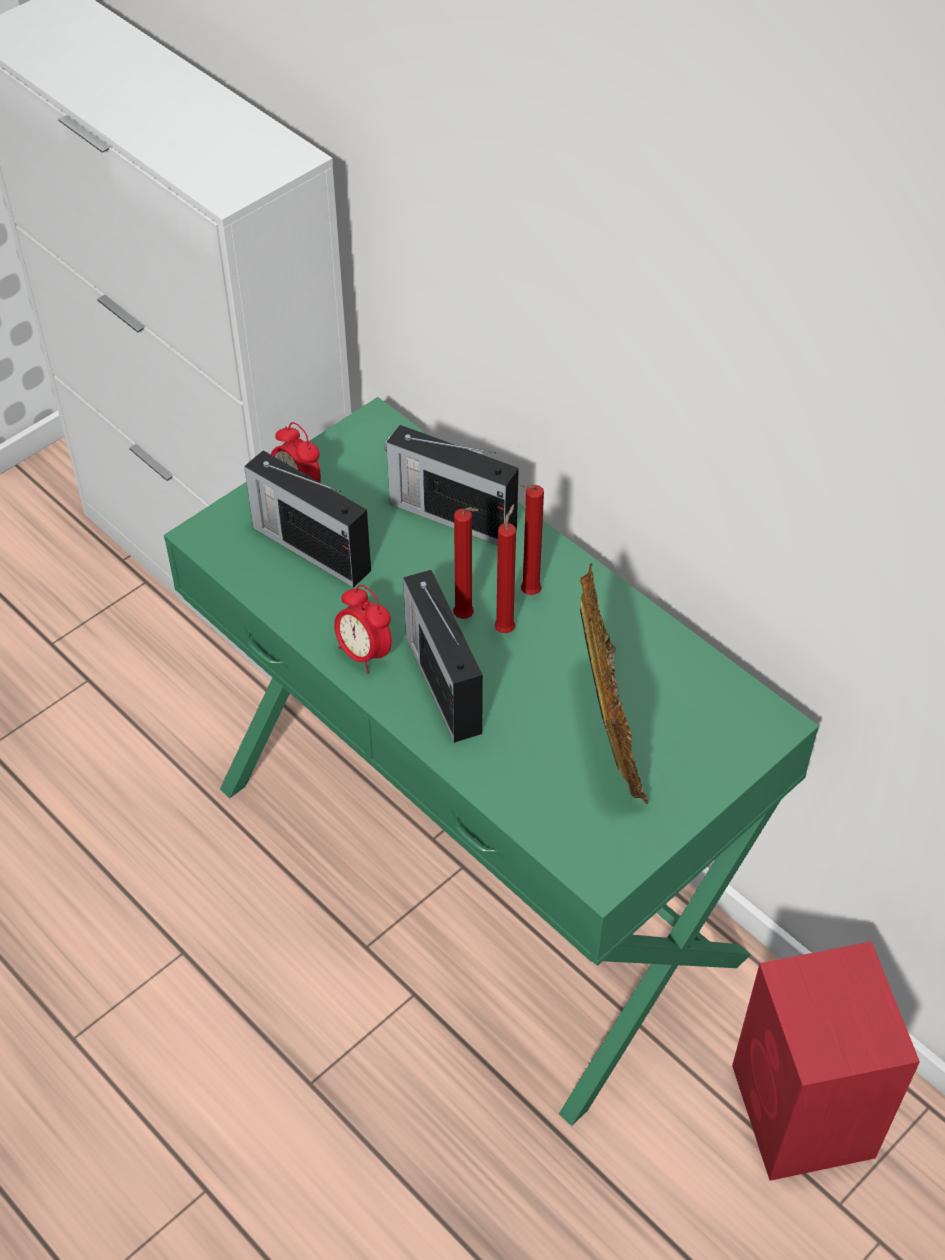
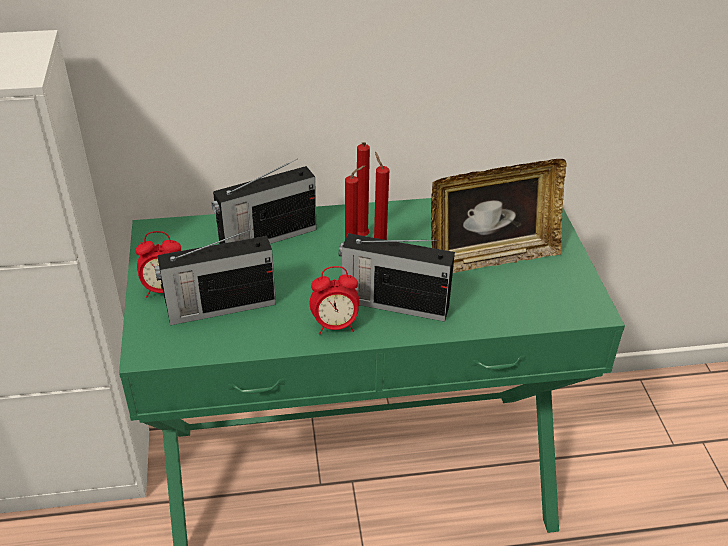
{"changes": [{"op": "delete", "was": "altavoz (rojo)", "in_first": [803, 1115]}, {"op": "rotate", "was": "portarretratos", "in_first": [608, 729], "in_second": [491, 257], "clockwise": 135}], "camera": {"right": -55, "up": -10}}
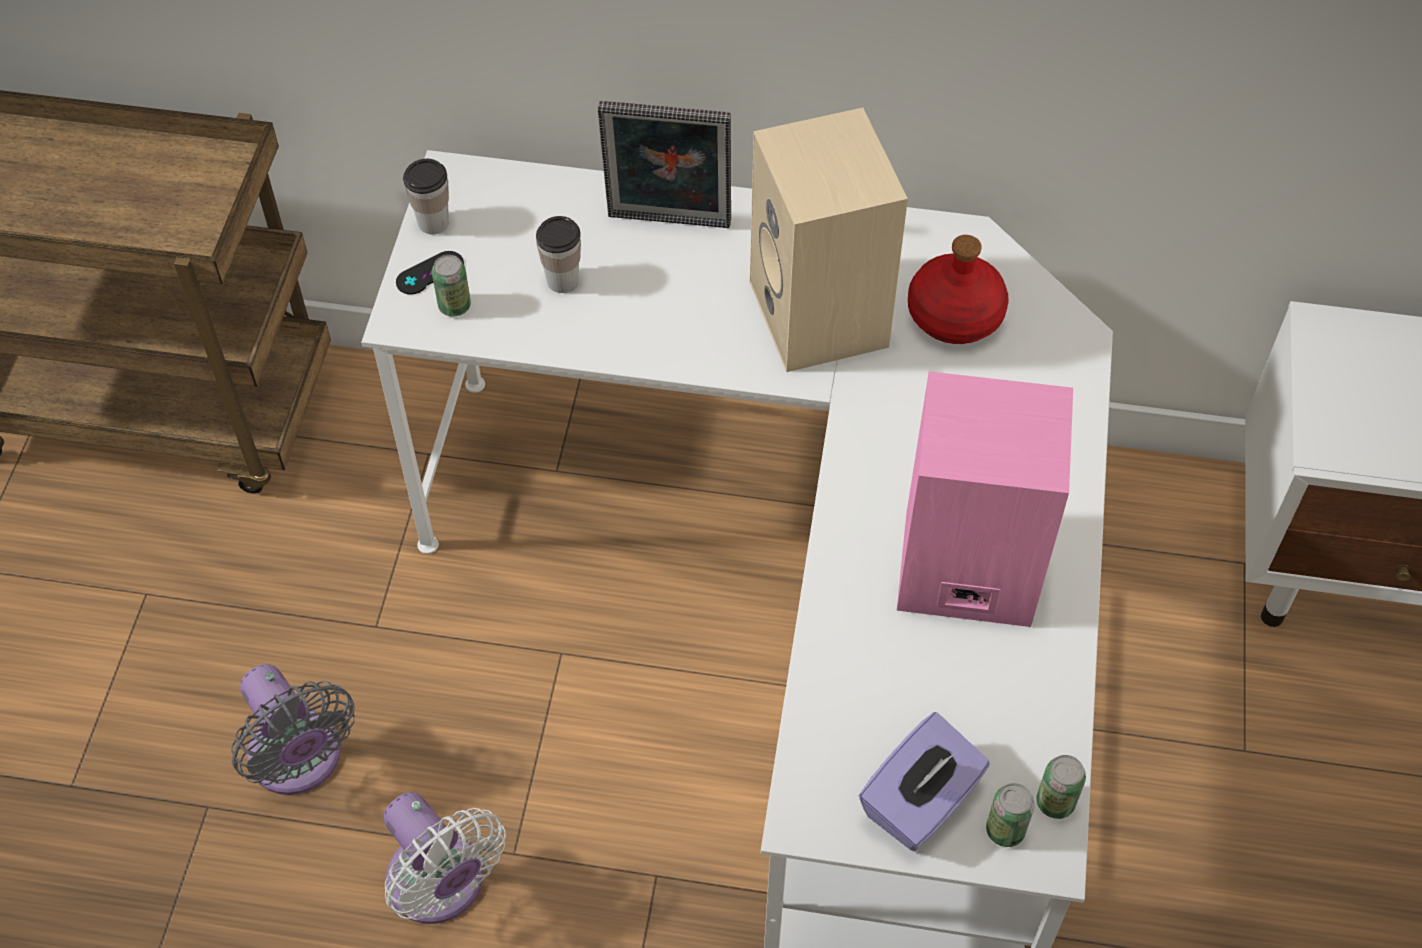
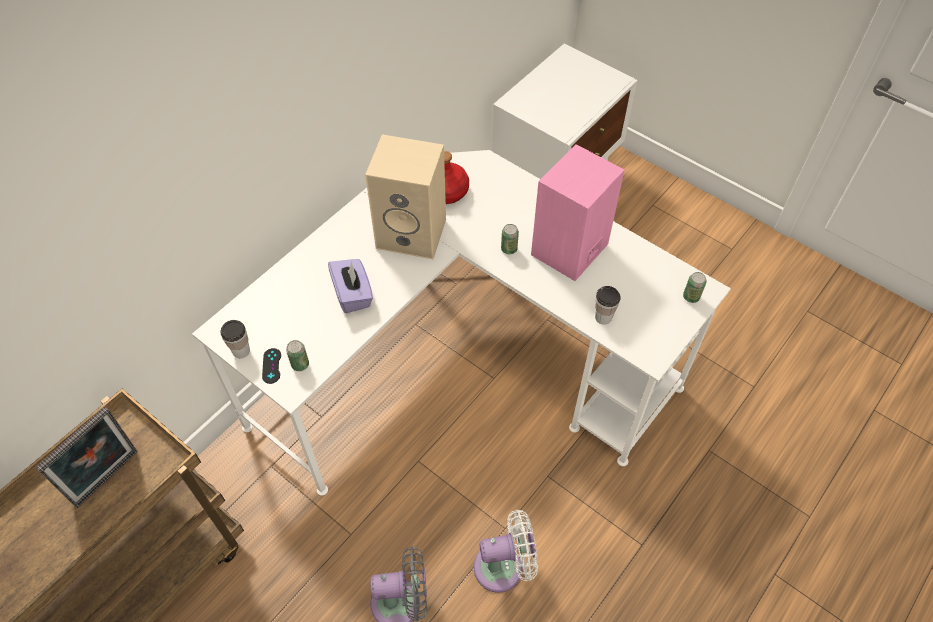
{"changes": [{"op": "move", "was": "taza", "in_first": [562, 281], "in_second": [603, 317]}, {"op": "move", "was": "portarretratos", "in_first": [668, 224], "in_second": [109, 480]}, {"op": "move", "was": "caja de pañuelos (morado)", "in_first": [920, 802], "in_second": [353, 294]}, {"op": "move", "was": "lata", "in_first": [1055, 802], "in_second": [509, 249]}], "camera": {"right": -60, "up": 0}}
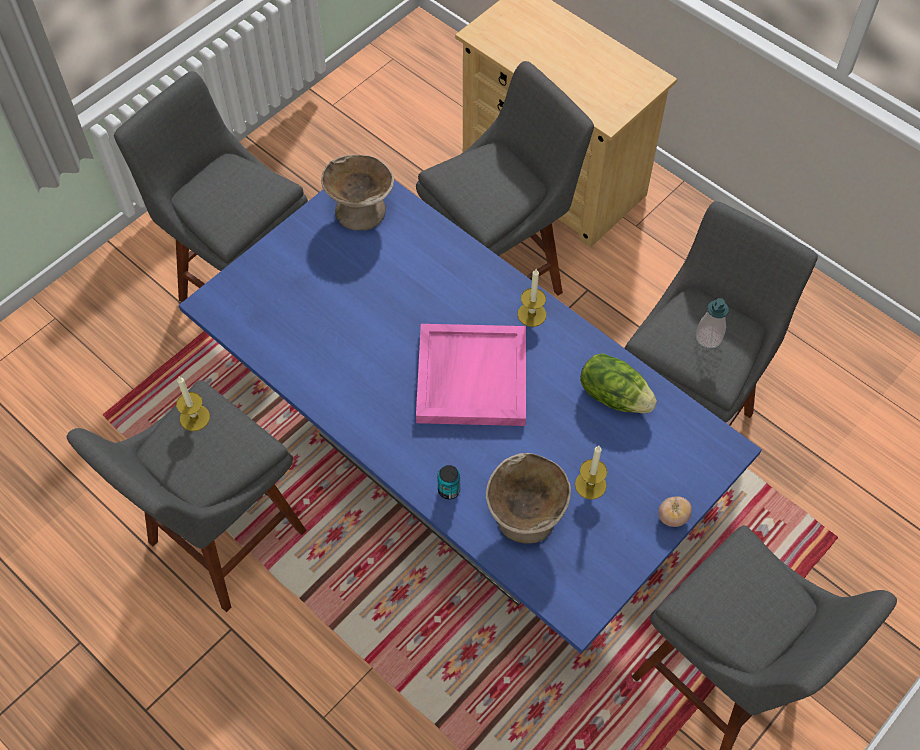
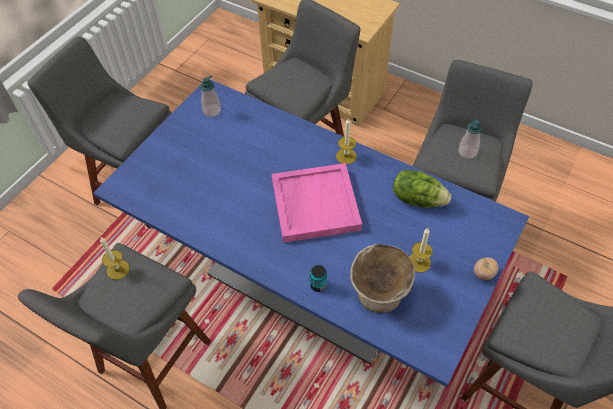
{"changes": [{"op": "replace", "was": "cuenco (beis)", "now": "dispensador de jabón", "in_first": [360, 211], "in_second": [212, 111]}], "camera": {"right": -10, "up": -5}}
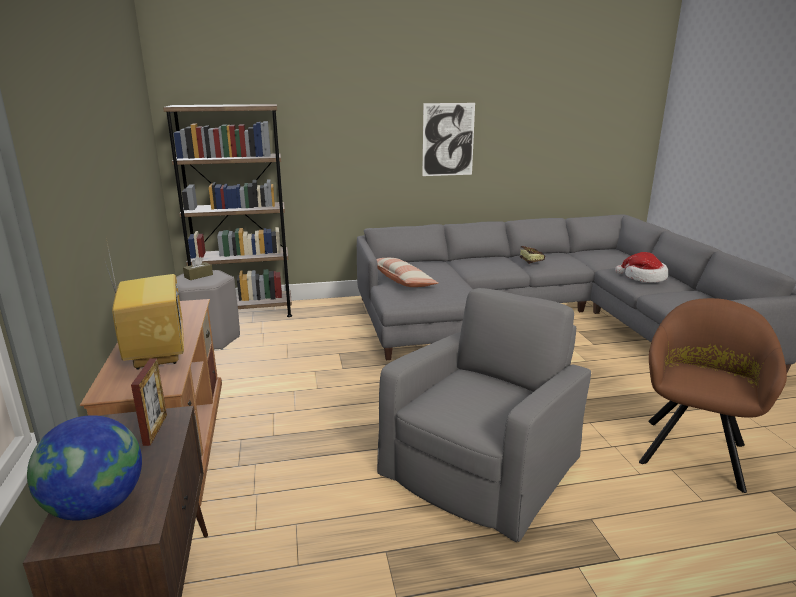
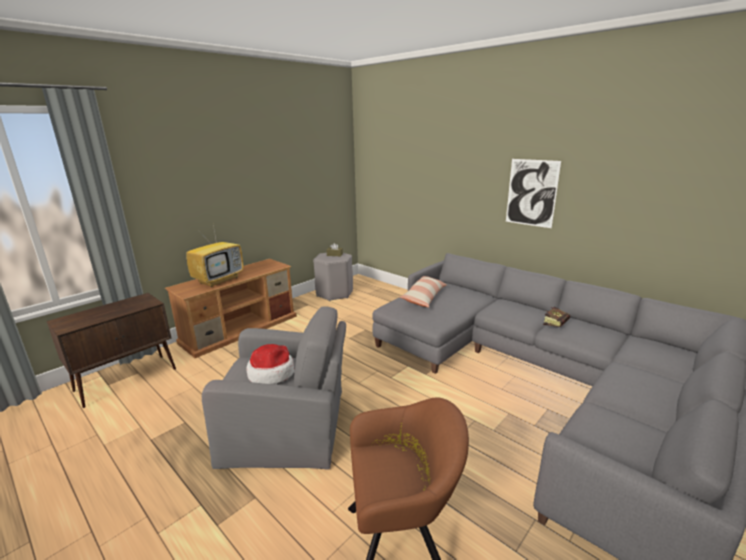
{"changes": [{"op": "delete", "was": "globo terráqueo", "in_first": [96, 506]}, {"op": "delete", "was": "portarretratos", "in_first": [155, 429]}, {"op": "delete", "was": "estantería (marrón)", "in_first": [245, 312]}, {"op": "move", "was": "sombrero", "in_first": [643, 277], "in_second": [271, 373]}], "camera": {"right": 55, "up": 0}}
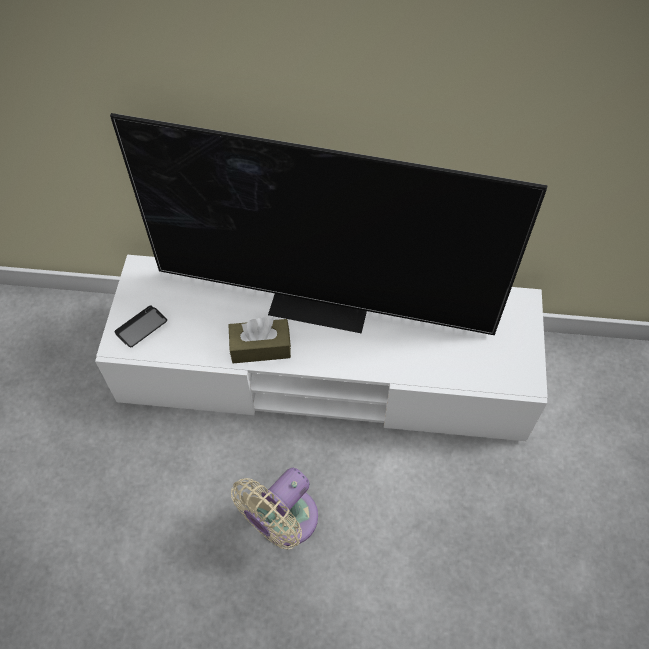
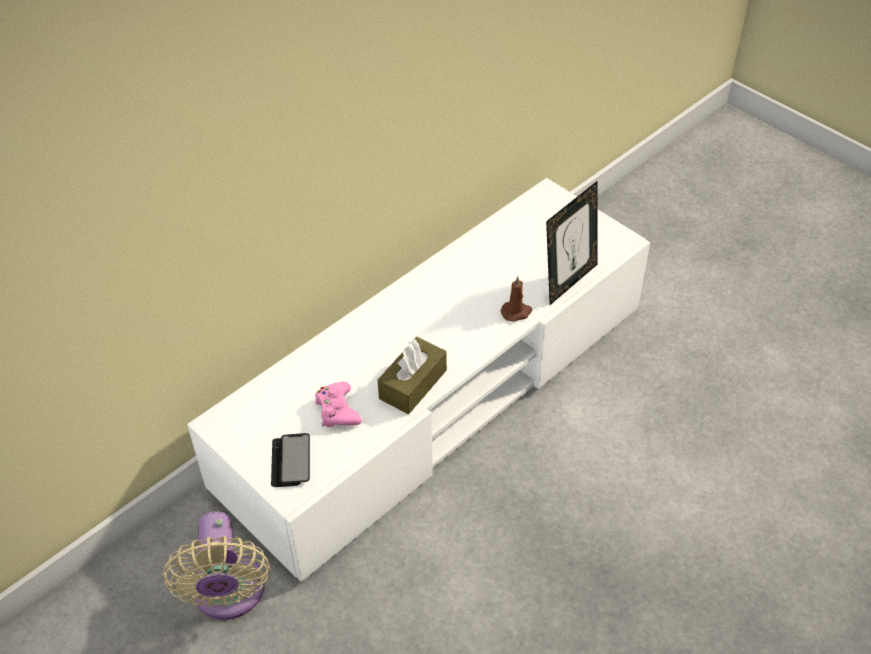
{"changes": [{"op": "delete", "was": "televisor", "in_first": [322, 302]}, {"op": "insert", "now": "mando de consola (rosa)", "in_second": [337, 410]}, {"op": "insert", "now": "vela (marrón)", "in_second": [516, 312]}, {"op": "insert", "now": "portarretratos", "in_second": [568, 281]}, {"op": "move", "was": "ventilador (beis)", "in_first": [283, 522], "in_second": [229, 595]}], "camera": {"right": -50, "up": -10}}
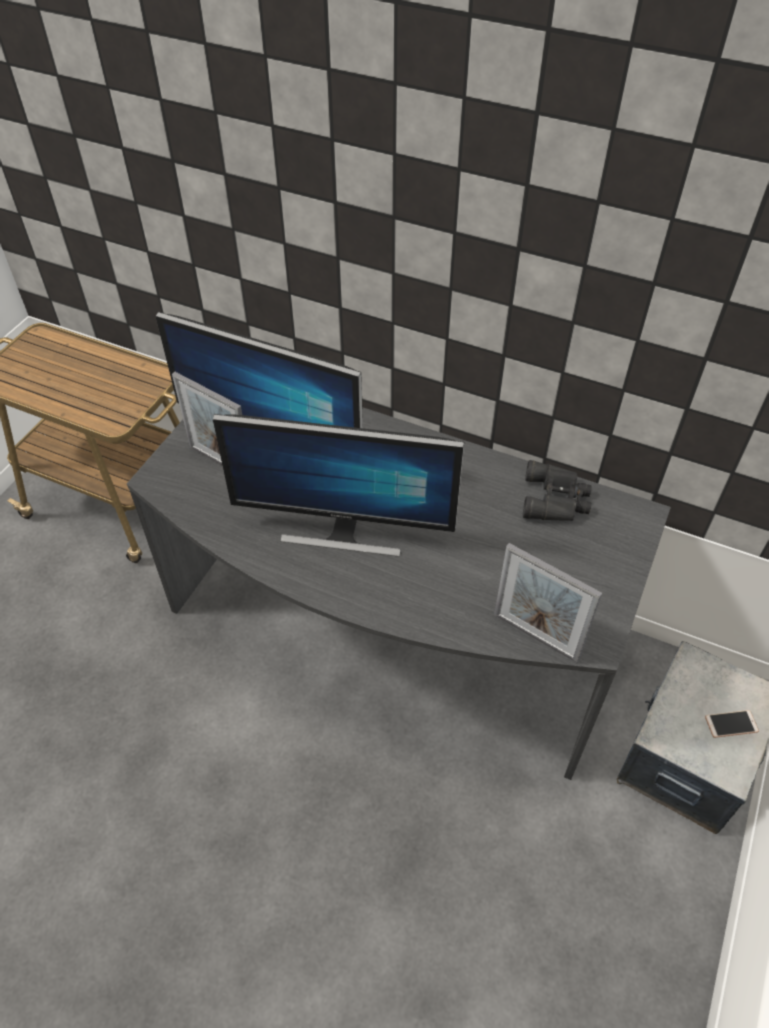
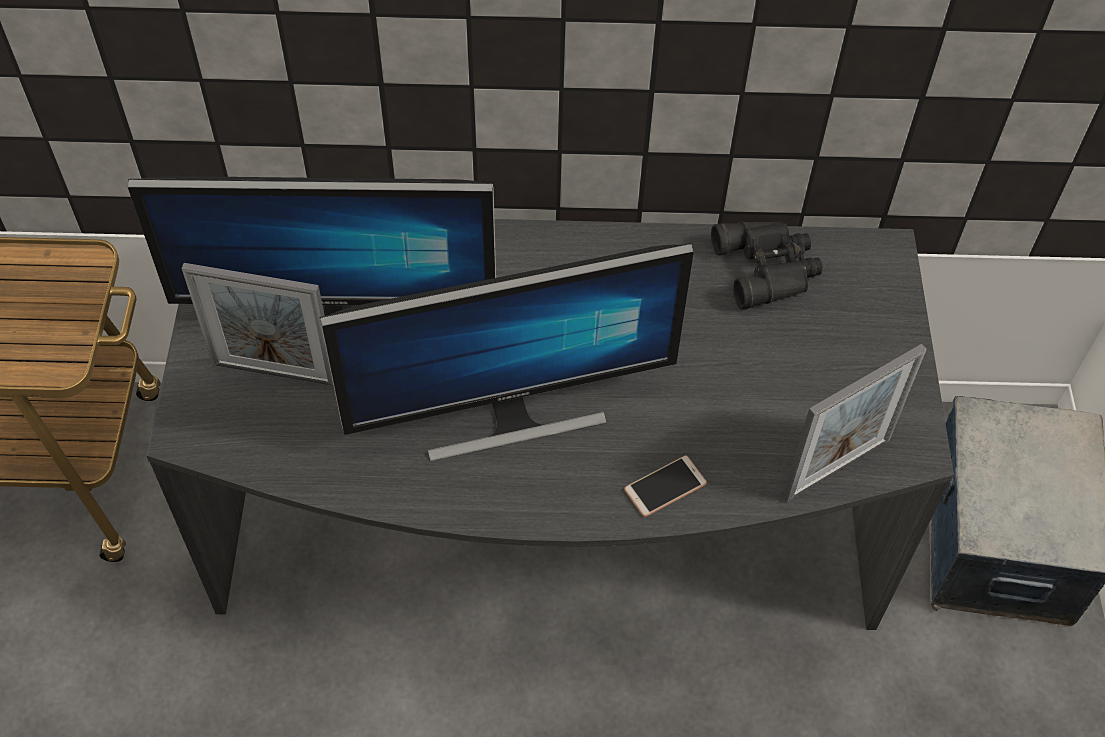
{"changes": [{"op": "move", "was": "móvil", "in_first": [731, 724], "in_second": [665, 487]}, {"op": "rotate", "was": "portarretratos", "in_first": [535, 636], "in_second": [836, 468], "clockwise": -45}], "camera": {"right": -25, "up": 5}}
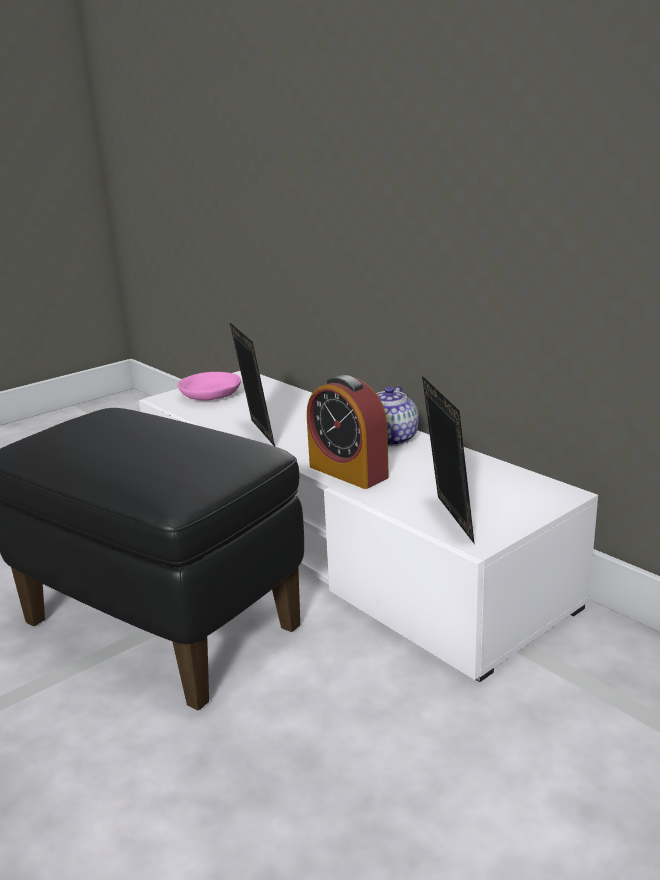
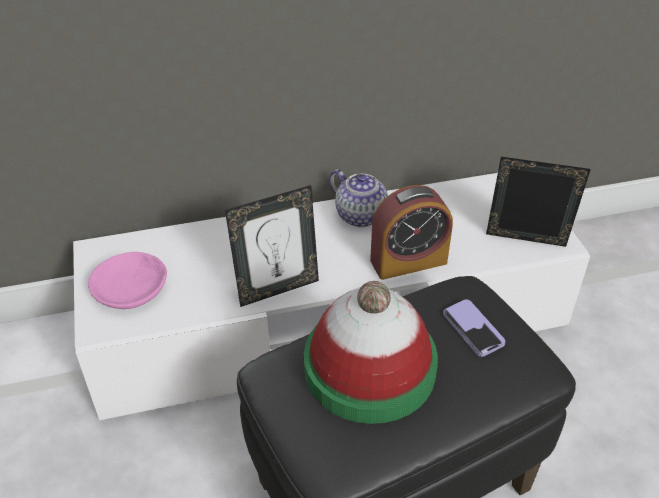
{"changes": [{"op": "insert", "now": "sombrero", "in_second": [369, 368]}, {"op": "insert", "now": "móvil", "in_second": [473, 329]}, {"op": "rotate", "was": "portarretratos", "in_first": [256, 434], "in_second": [277, 289], "clockwise": 150}], "camera": {"right": -65, "up": 20}}
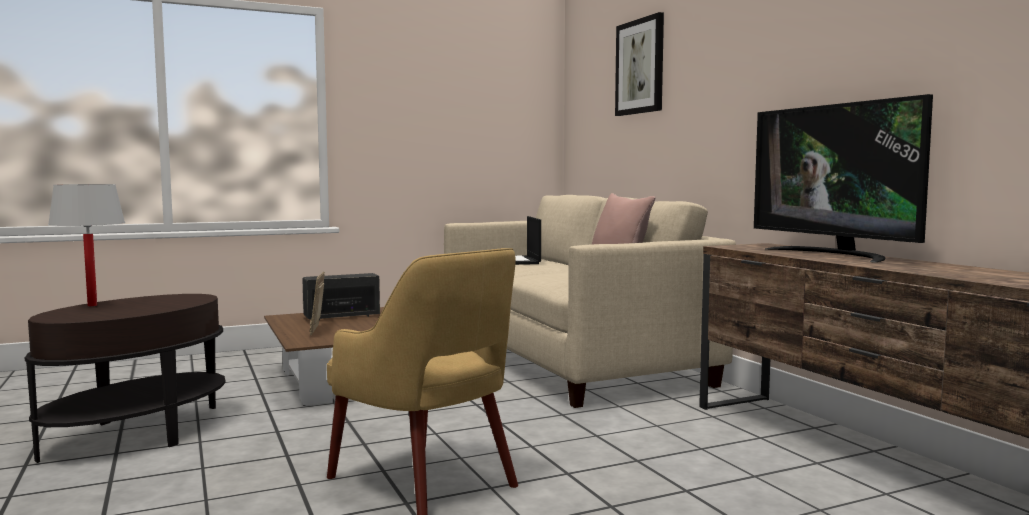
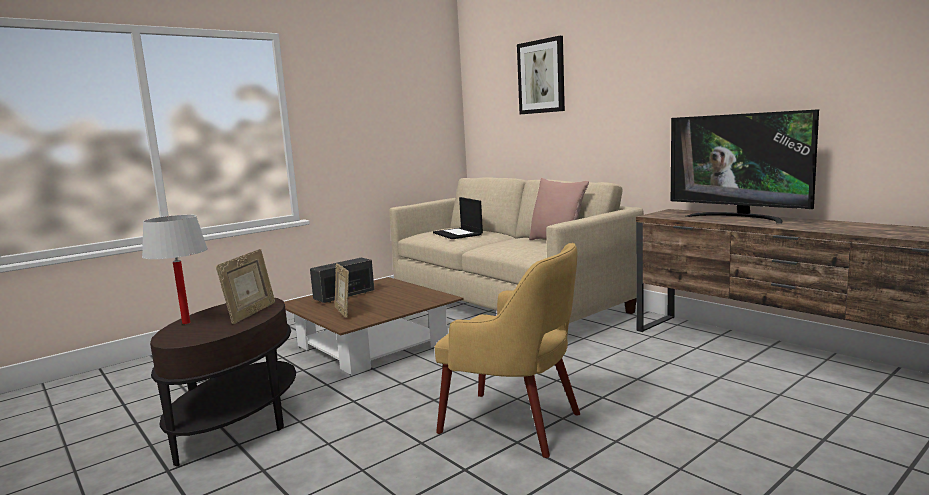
{"changes": [{"op": "insert", "now": "portarretratos", "in_second": [251, 314]}], "camera": {"right": -15, "up": 5}}
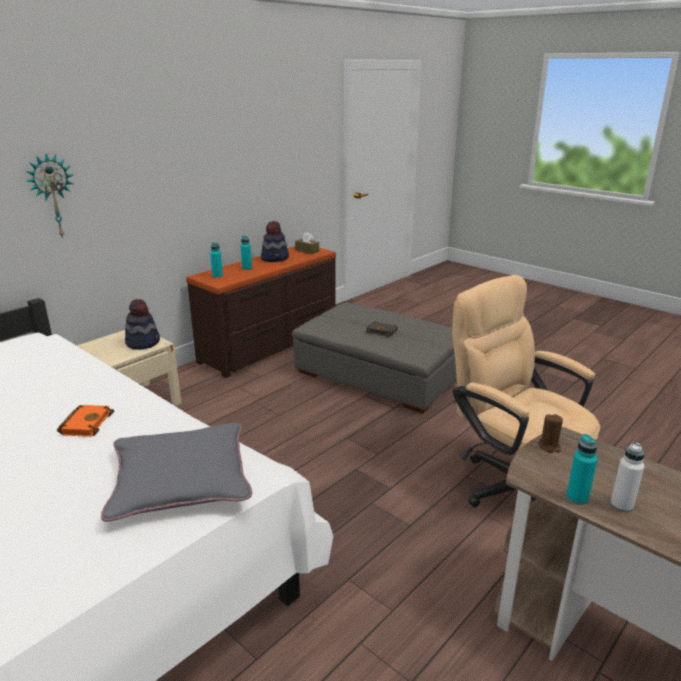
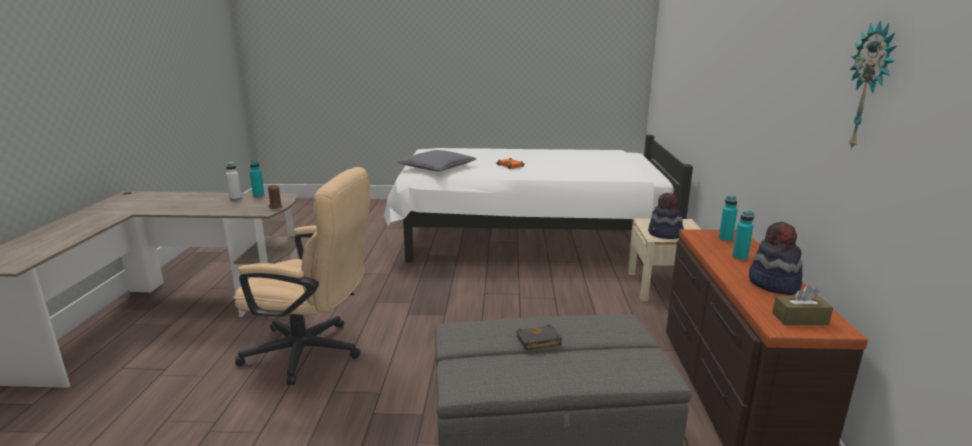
{"changes": [{"op": "move", "was": "reloj de pared", "in_first": [52, 196], "in_second": [870, 87]}], "camera": {"right": 140, "up": -5}}
